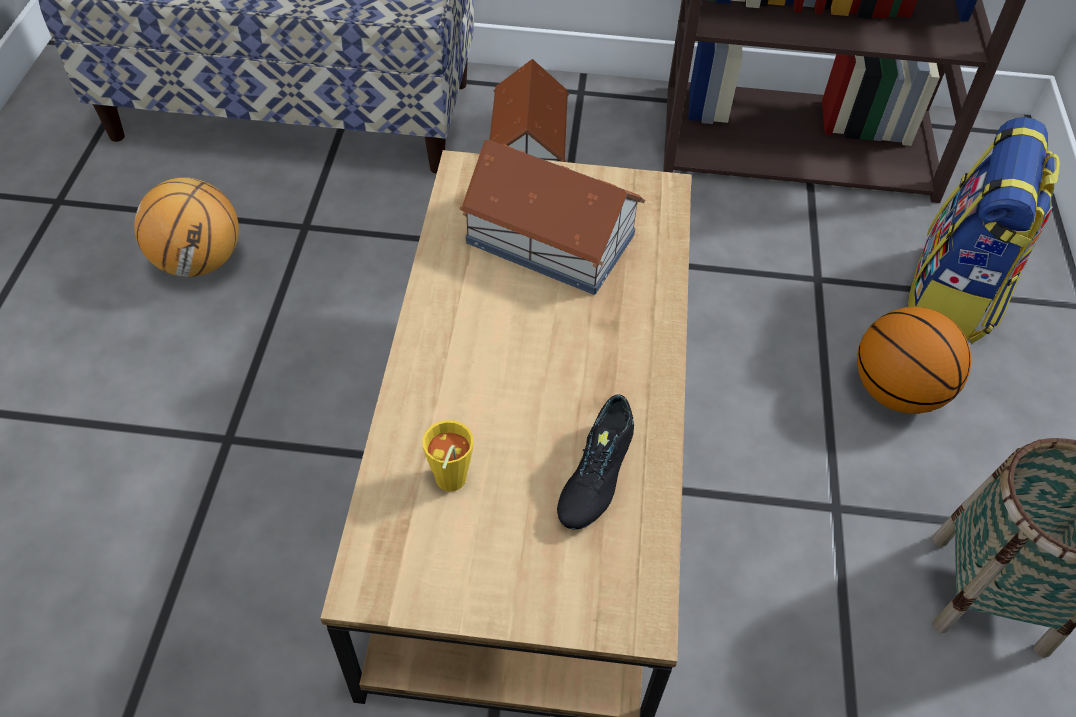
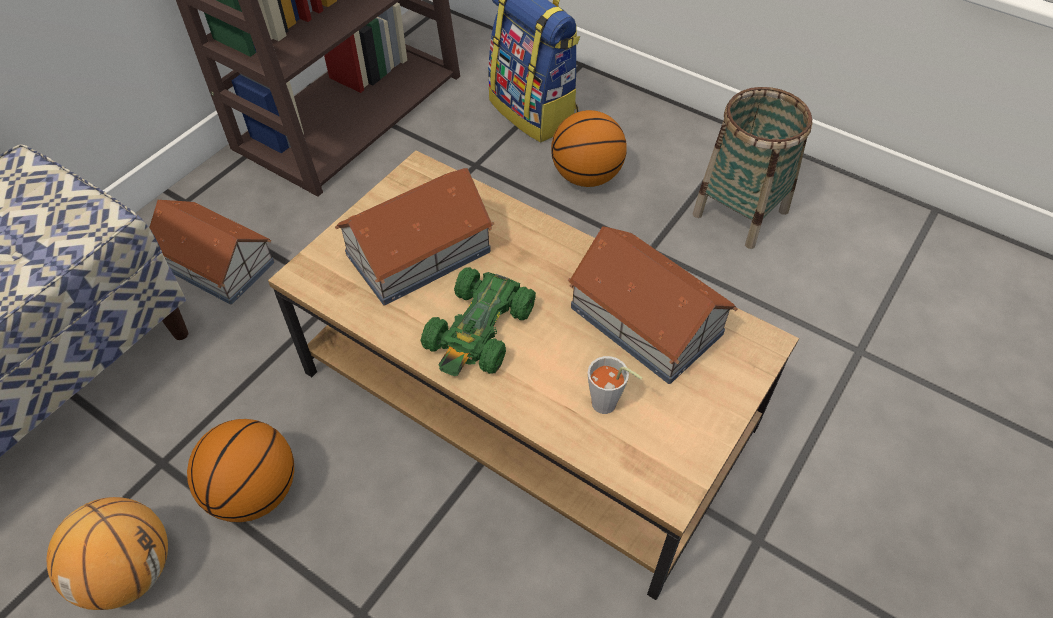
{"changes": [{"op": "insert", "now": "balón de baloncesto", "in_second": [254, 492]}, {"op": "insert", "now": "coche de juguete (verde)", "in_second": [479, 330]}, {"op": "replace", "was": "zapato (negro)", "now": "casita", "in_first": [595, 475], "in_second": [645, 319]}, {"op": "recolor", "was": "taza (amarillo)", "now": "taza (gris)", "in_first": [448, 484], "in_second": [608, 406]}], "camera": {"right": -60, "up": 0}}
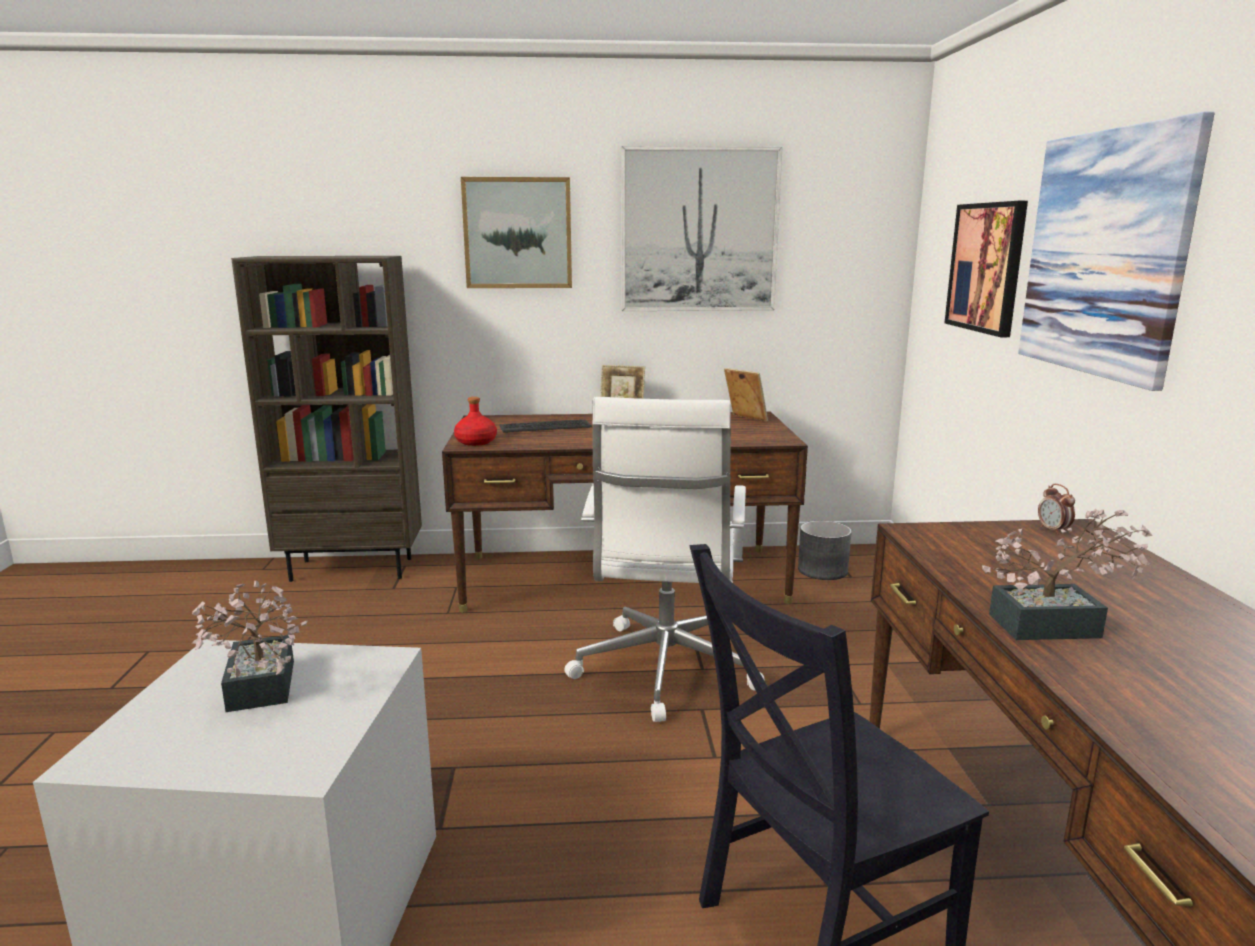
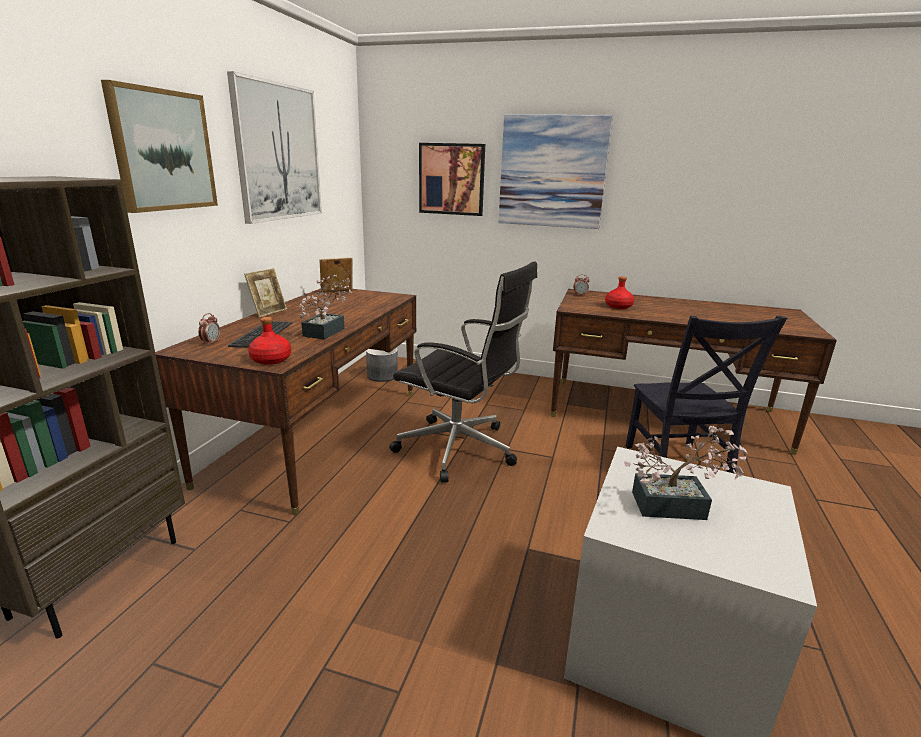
{"changes": [{"op": "insert", "now": "despertador", "in_second": [211, 342]}, {"op": "insert", "now": "botella (rojo)", "in_second": [618, 306]}, {"op": "move", "was": "planta en maceta", "in_first": [1056, 626], "in_second": [327, 331]}, {"op": "recolor", "was": "silla de oficina (blanco)", "now": "silla de oficina (negro)", "in_first": [664, 671], "in_second": [460, 450]}], "camera": {"right": -70, "up": 5}}
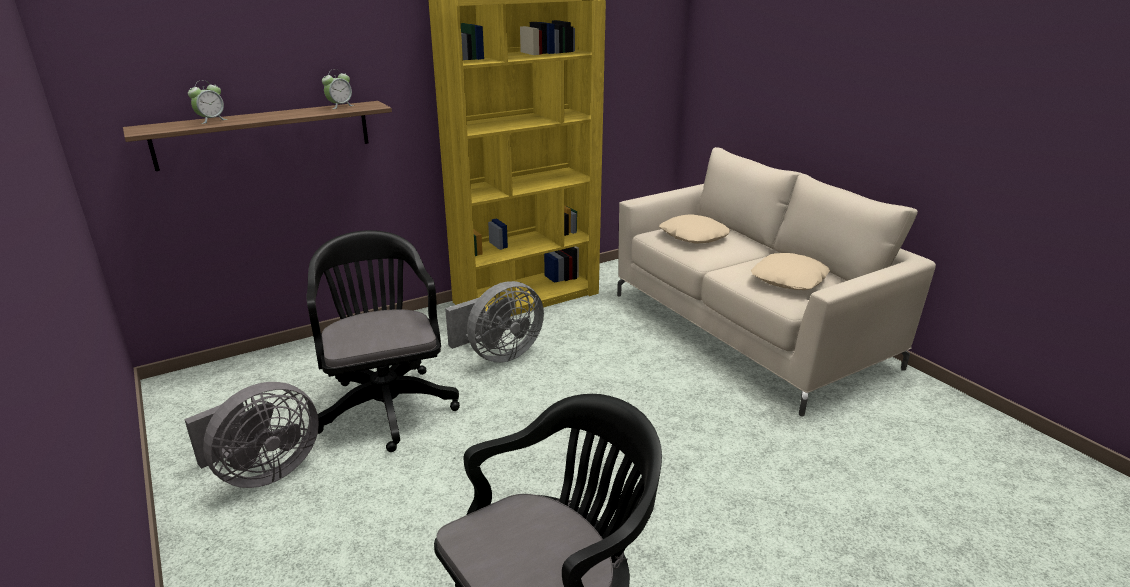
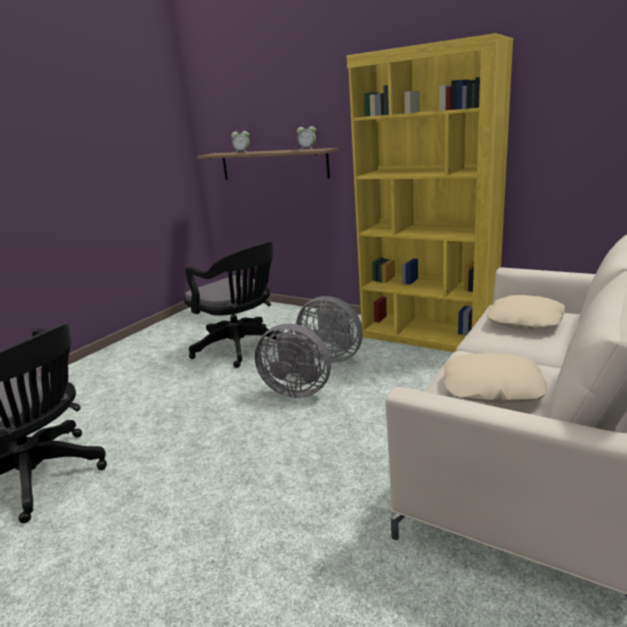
{"changes": [{"op": "move", "was": "ventilador (gris)", "in_first": [263, 472], "in_second": [297, 390]}, {"op": "rotate", "was": "silla de oficina (negro)", "in_first": [386, 404], "in_second": [241, 348], "clockwise": 90}], "camera": {"right": 65, "up": -5}}
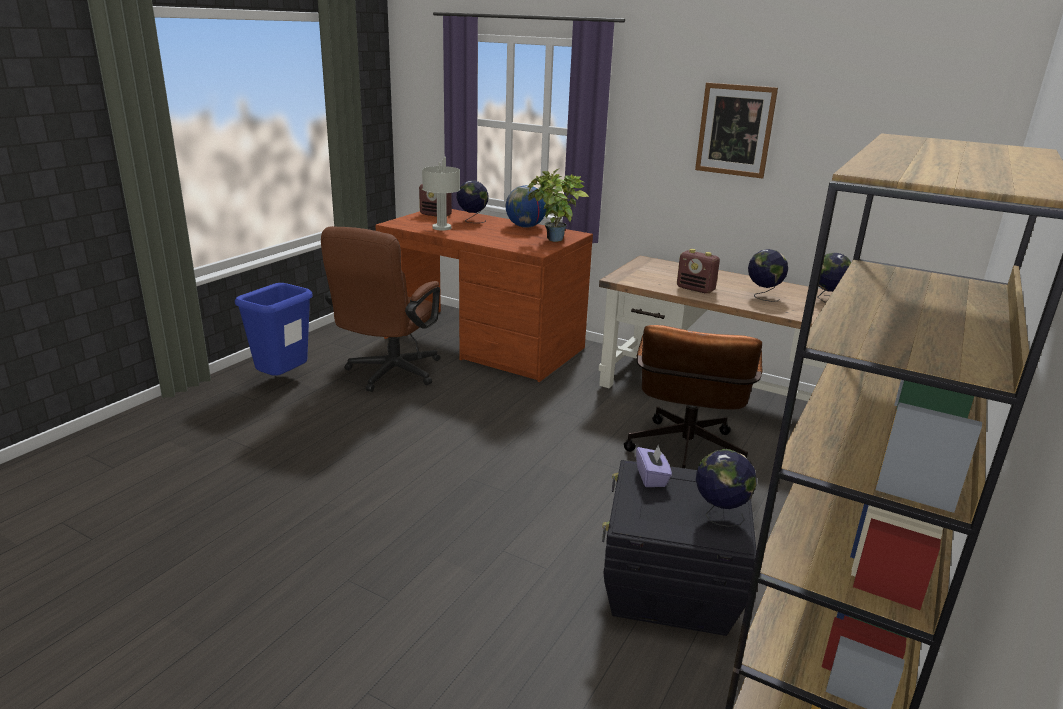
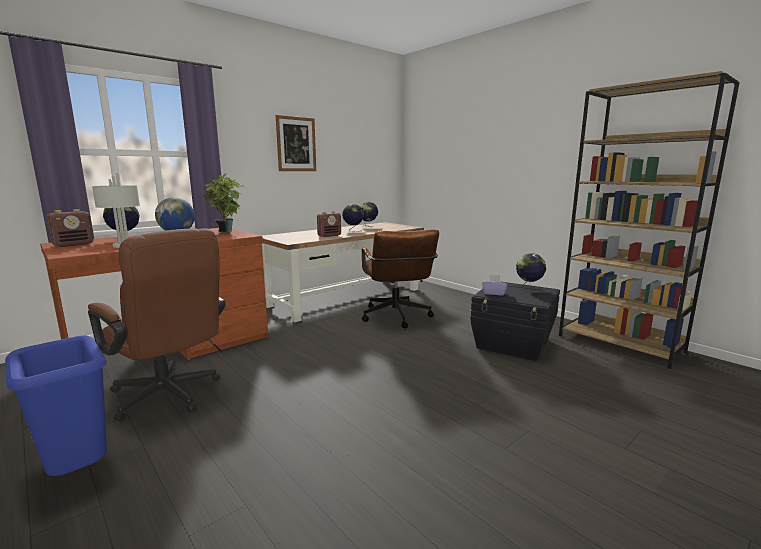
{"changes": [{"op": "rotate", "was": "silla de oficina (marrón)", "in_first": [685, 457], "in_second": [397, 318], "clockwise": 45}], "camera": {"right": -70, "up": -10}}
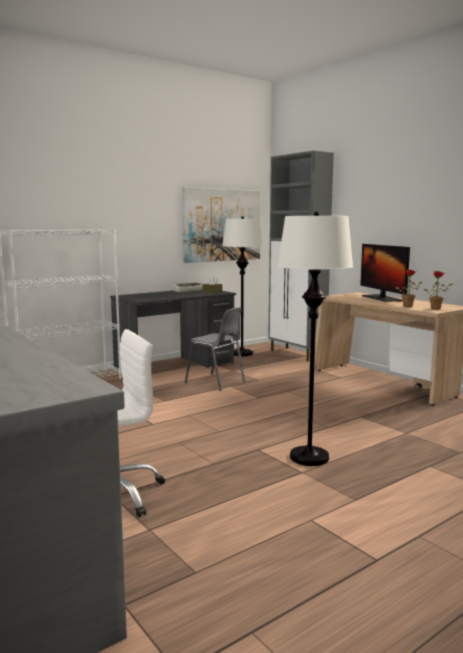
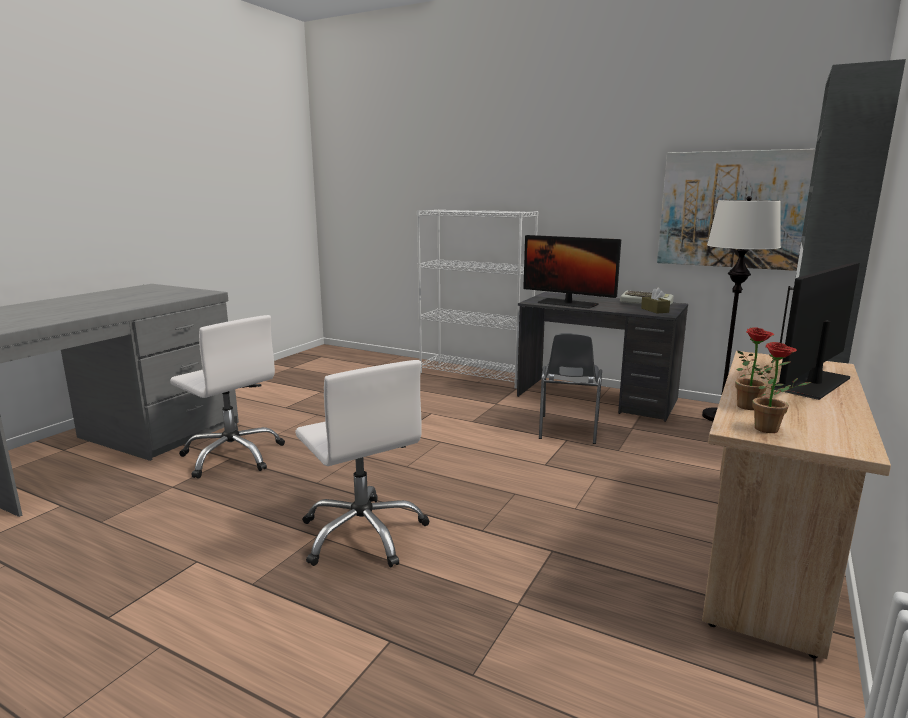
{"changes": [{"op": "insert", "now": "monitor", "in_second": [567, 303]}, {"op": "replace", "was": "lámpara de pie (blanco)", "now": "silla de oficina (blanco)", "in_first": [309, 457], "in_second": [363, 533]}], "camera": {"right": 65, "up": 5}}
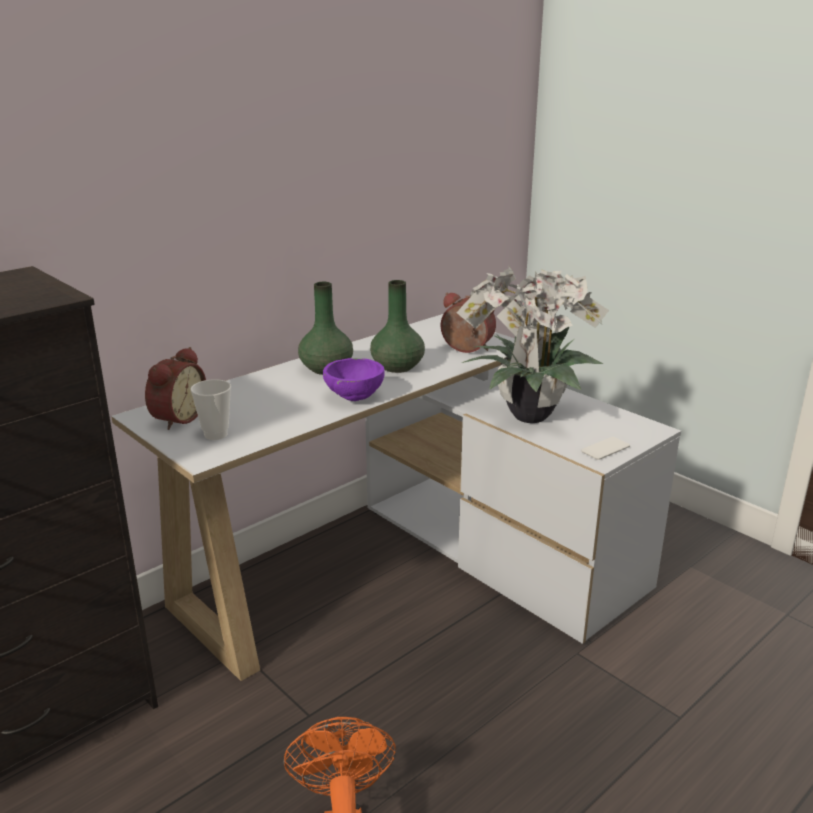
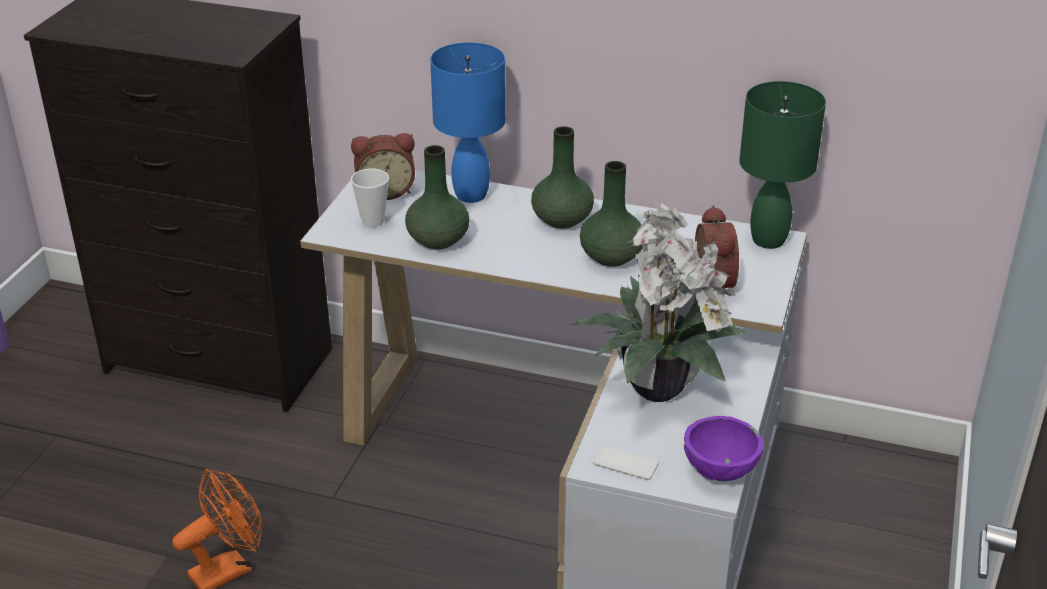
{"changes": [{"op": "insert", "now": "florero (verde)", "in_second": [437, 240]}, {"op": "insert", "now": "lámpara de mesa (azul)", "in_second": [472, 195]}, {"op": "insert", "now": "lámpara de mesa (verde)", "in_second": [769, 240]}, {"op": "move", "was": "cuenco (morado)", "in_first": [355, 398], "in_second": [720, 471]}], "camera": {"right": 60, "up": 10}}
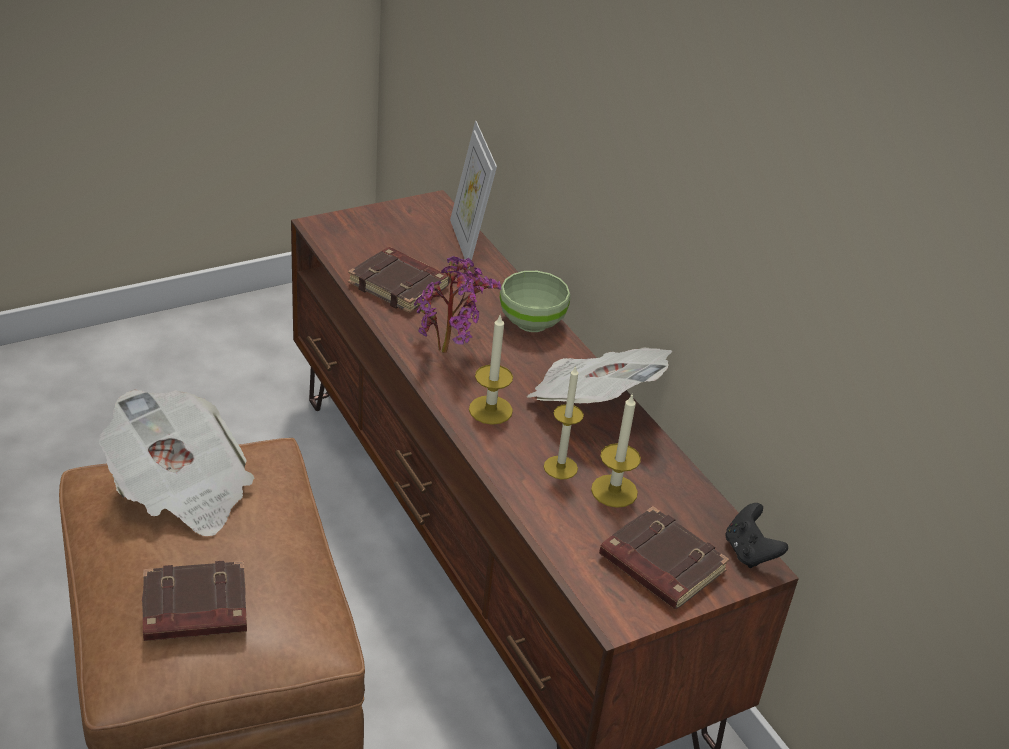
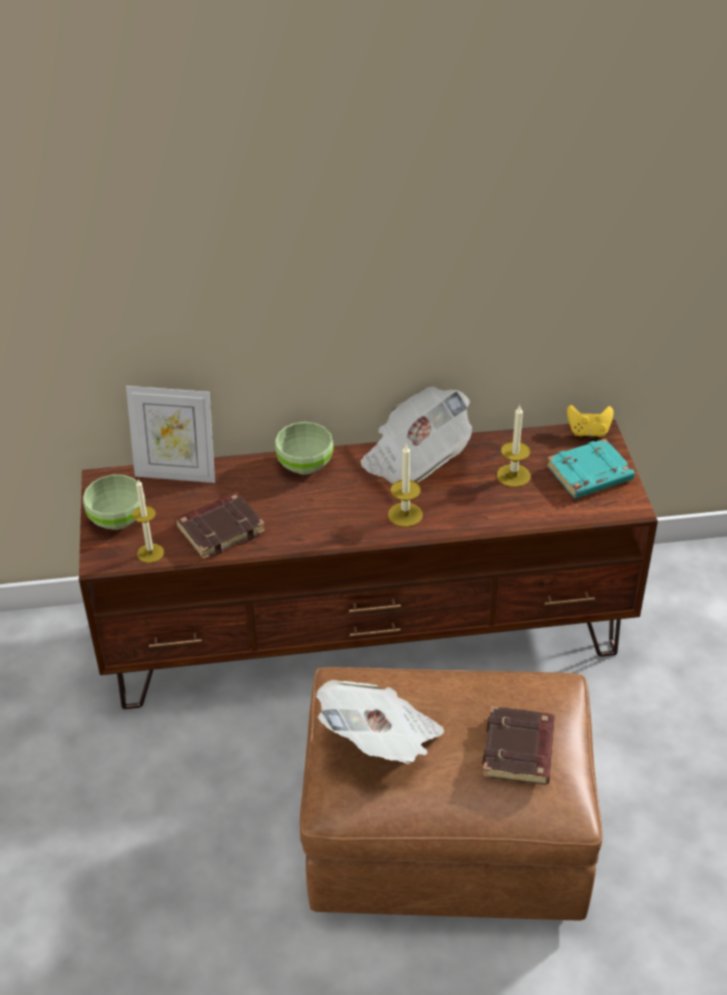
{"changes": [{"op": "delete", "was": "planta en maceta", "in_first": [451, 352]}, {"op": "insert", "now": "cuenco (verde)", "in_second": [118, 519]}, {"op": "move", "was": "vela", "in_first": [560, 467], "in_second": [150, 553]}, {"op": "recolor", "was": "libro (marrón)", "now": "libro (turquesa)", "in_first": [659, 565], "in_second": [589, 475]}, {"op": "recolor", "was": "mando de consola (negro)", "now": "mando de consola (amarillo)", "in_first": [749, 552], "in_second": [588, 432]}], "camera": {"right": -65, "up": 5}}
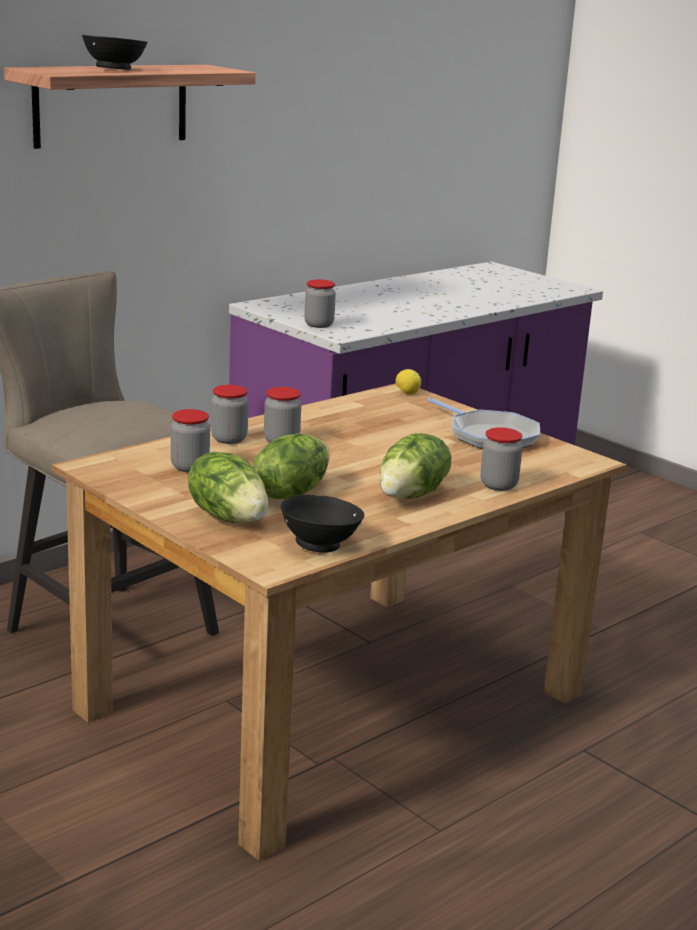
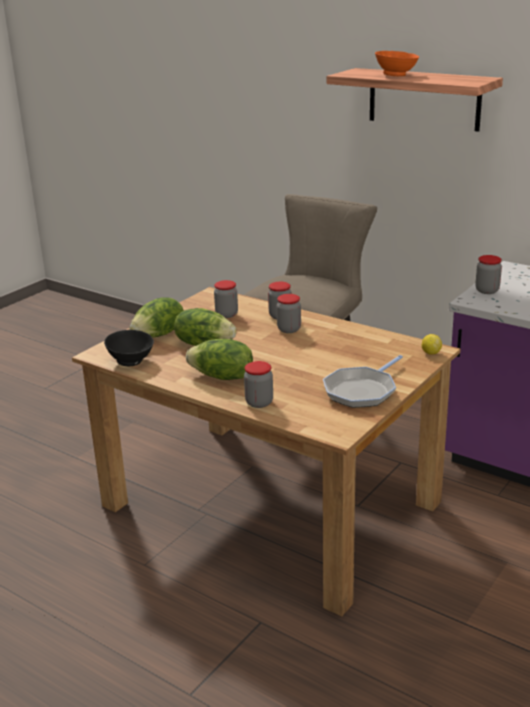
{"changes": [{"op": "recolor", "was": "cuenco (negro)", "now": "cuenco (naranja)", "in_first": [116, 69], "in_second": [396, 75]}], "camera": {"right": 80, "up": 5}}
